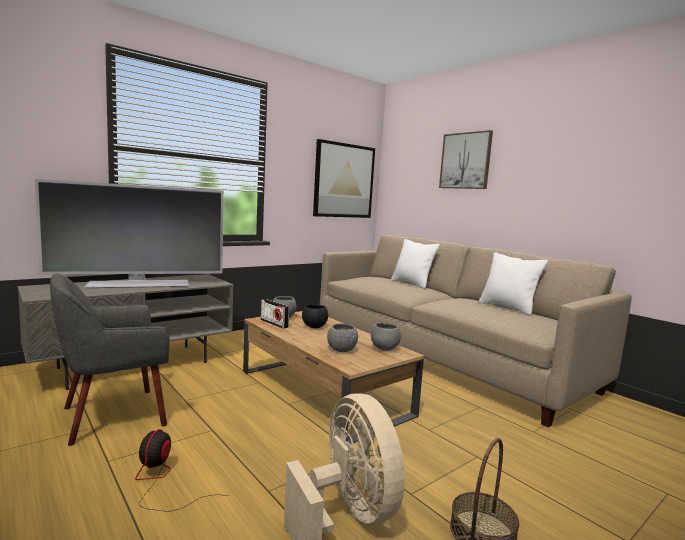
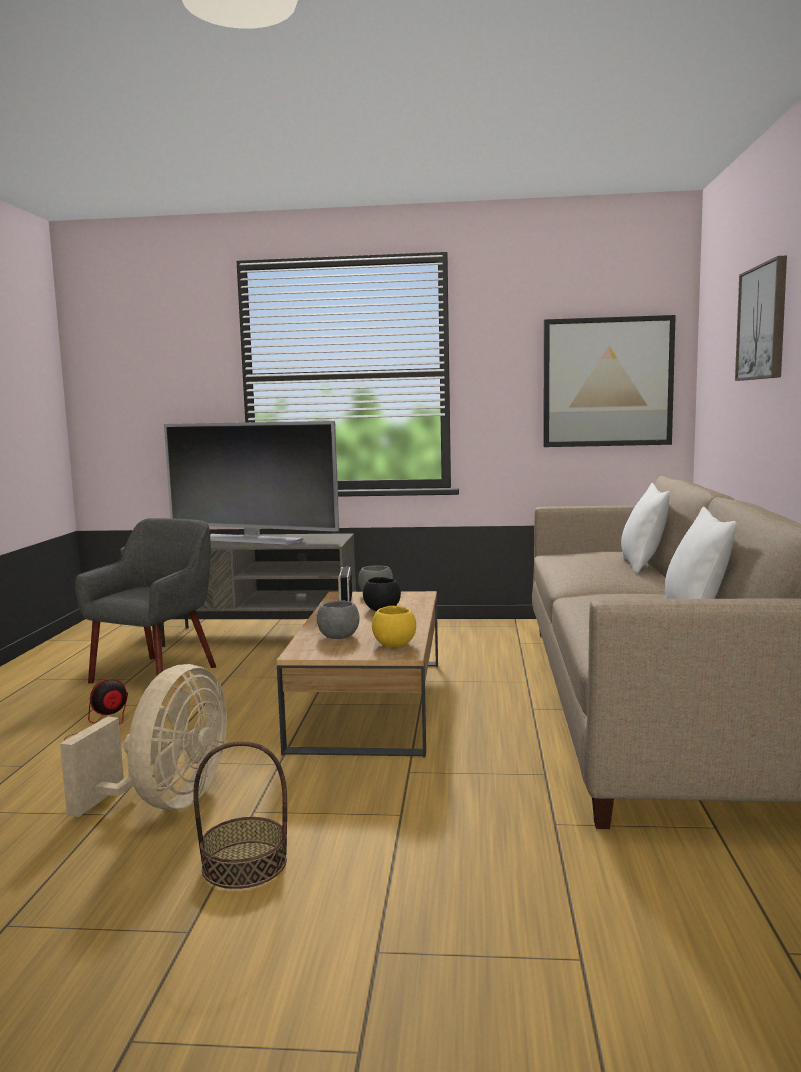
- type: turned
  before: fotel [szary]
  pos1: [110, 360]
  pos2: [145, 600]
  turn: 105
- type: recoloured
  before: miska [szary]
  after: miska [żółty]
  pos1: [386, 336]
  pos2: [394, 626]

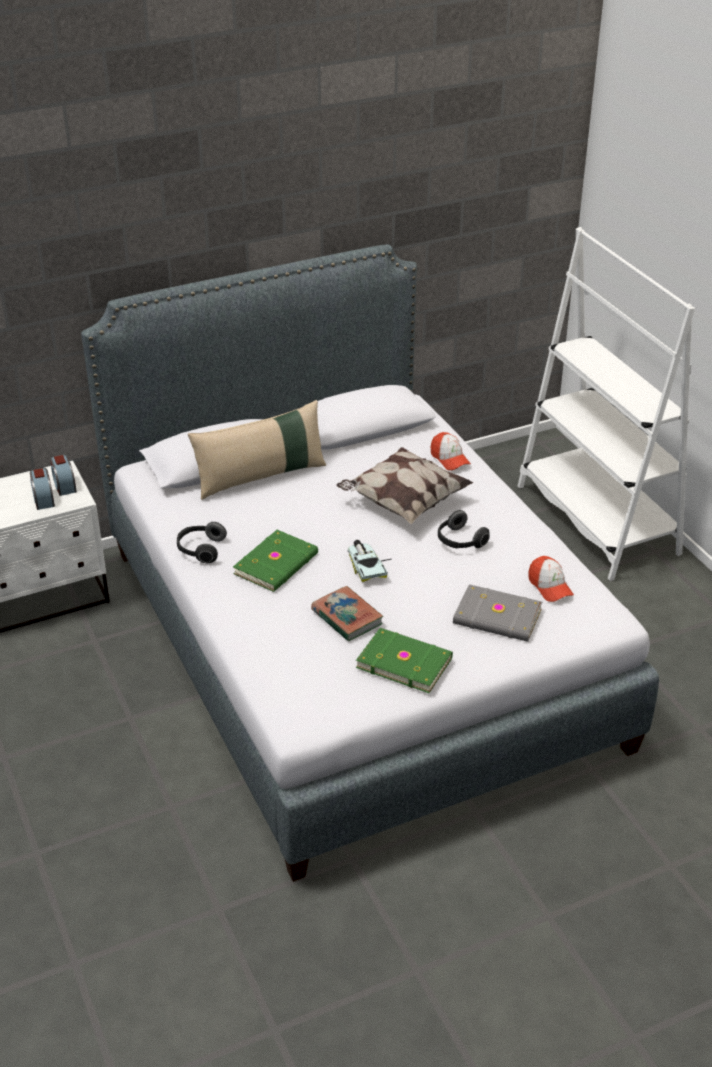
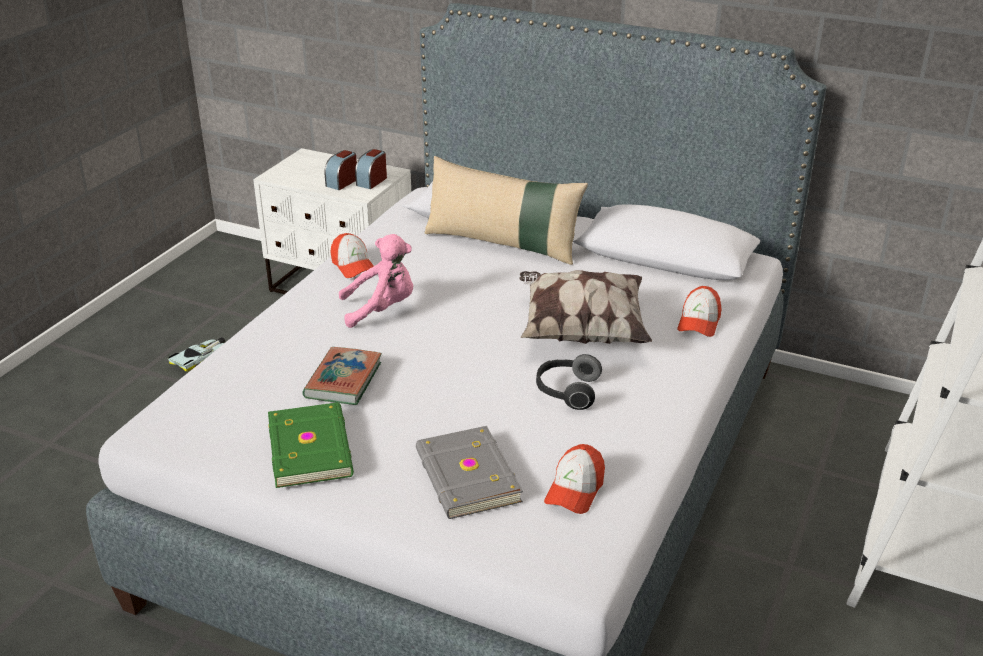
- type: moved
  before: samochodzik
  pos1: [369, 561]
  pos2: [196, 354]
- type: replaced
  before: słuchawki
  after: czapka z daszkiem
  pos1: [202, 542]
  pos2: [352, 255]
- type: replaced
  before: książka [zielony]
  after: pluszak [różowy]
  pos1: [275, 561]
  pos2: [376, 281]

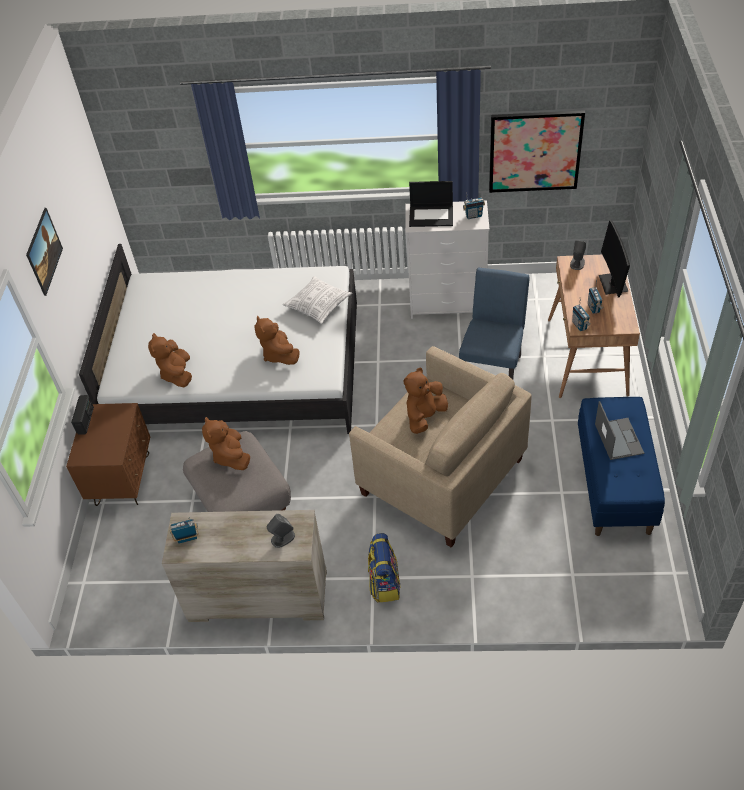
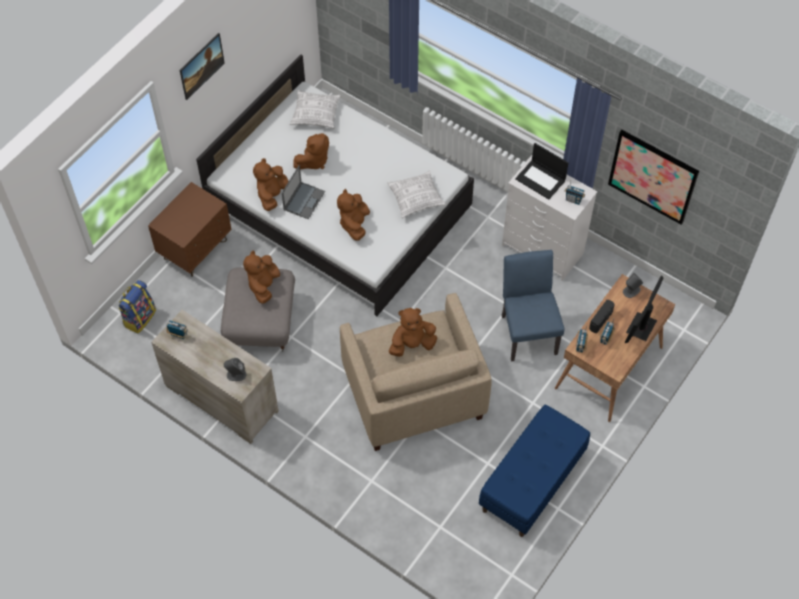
- type: moved
  before: plecak
  pos1: [384, 567]
  pos2: [137, 306]
- type: moved
  before: laptop
  pos1: [619, 430]
  pos2: [303, 192]
- type: added
  after: poduszka
  pos2: [315, 109]
- type: added
  after: pluszak [brązowy]
  pos2: [311, 151]
- type: turned
  before: krzesło [niebieski]
  pos1: [494, 324]
  pos2: [532, 306]
  turn: -60
- type: moved
  before: radio
  pos1: [82, 415]
  pos2: [602, 316]

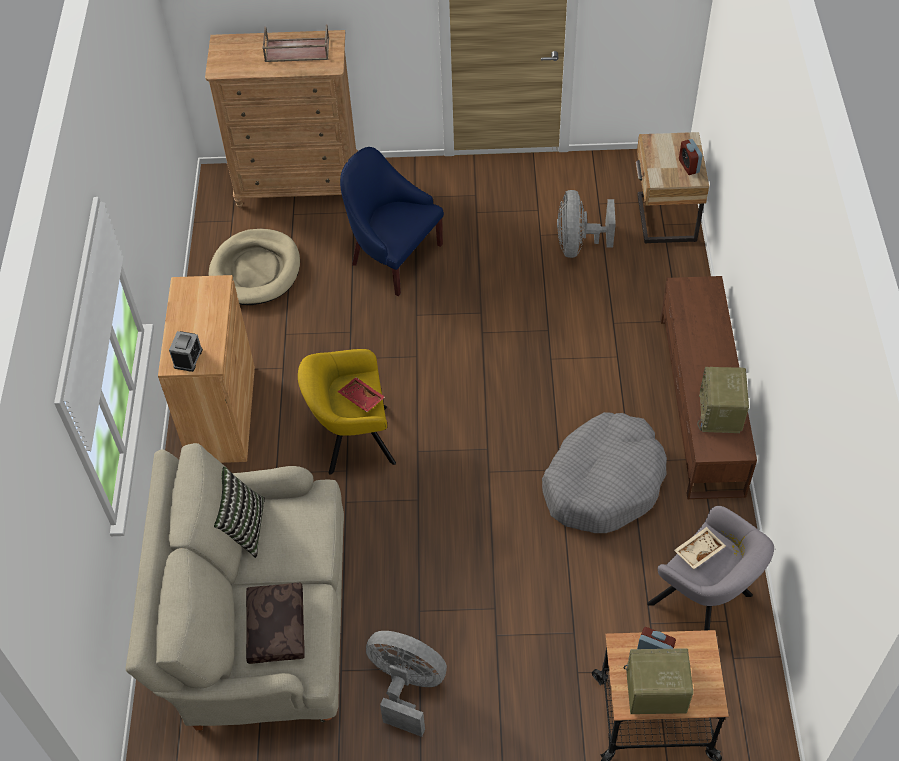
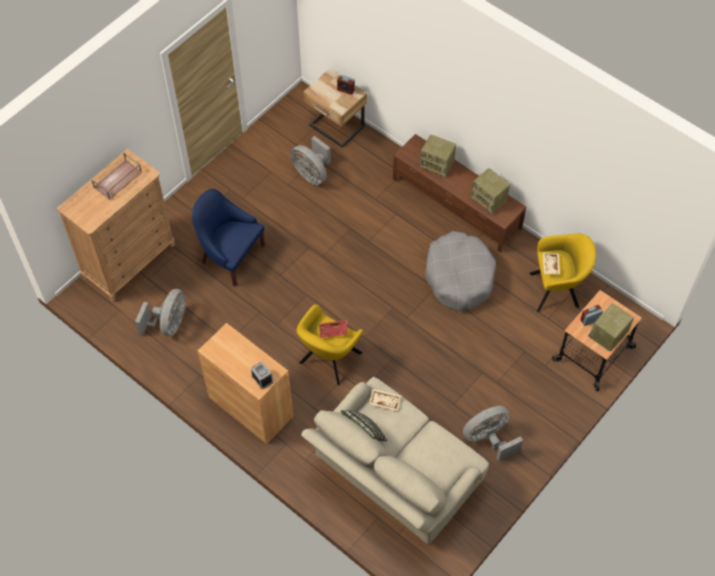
- type: replaced
  before: legowisko [beżowy]
  after: wentylator [szary]
  pos1: [254, 267]
  pos2: [160, 312]
- type: turned
  before: fotel [niebieski]
  pos1: [392, 221]
  pos2: [228, 238]
  turn: 45
- type: added
  after: taca [beżowy]
  pos2: [385, 400]
- type: added
  after: radio
  pos2: [438, 155]
- type: recoloured
  before: fotel [szary]
  after: fotel [żółty]
  pos1: [710, 568]
  pos2: [562, 273]
- type: removed
  before: poduszka [brązowy]
  pos1: [275, 623]

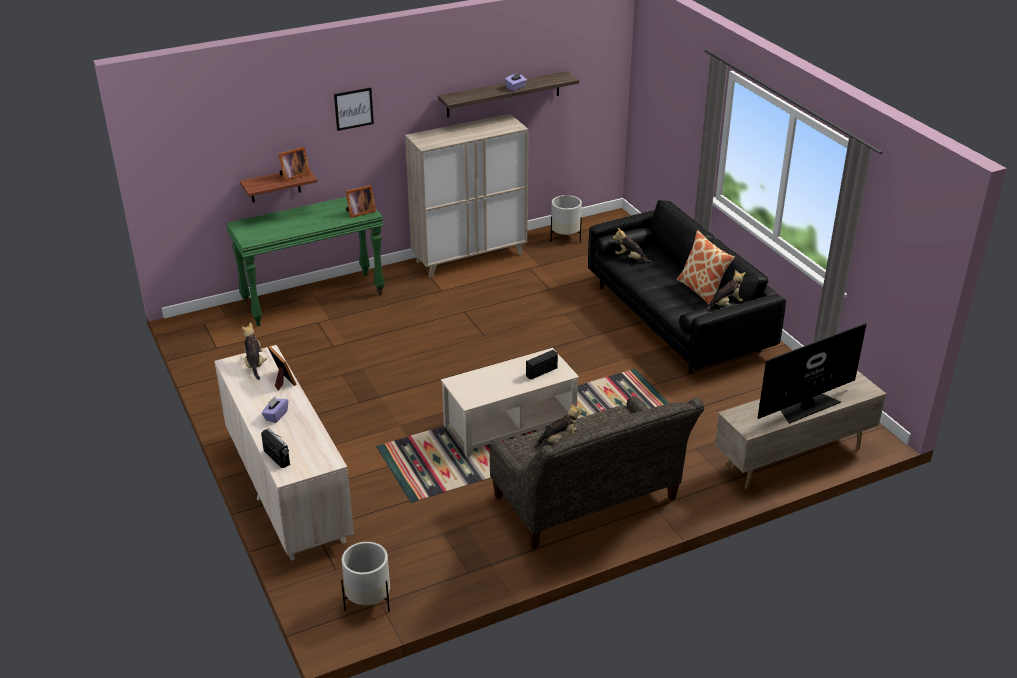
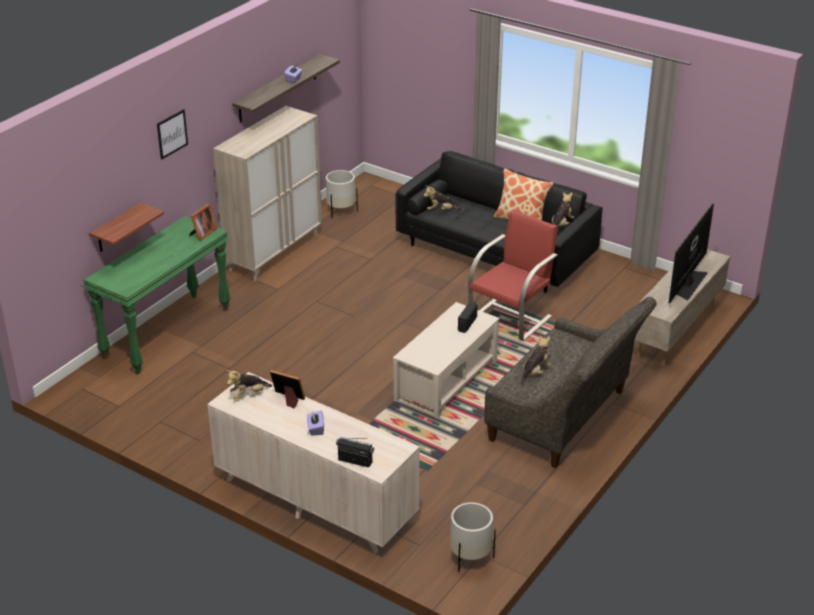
- type: turned
  before: pluszak
  pos1: [254, 351]
  pos2: [249, 384]
  turn: -75
- type: added
  after: fotel [czerwony]
  pos2: [513, 275]
- type: removed
  before: ramka na zdjęcie
  pos1: [294, 164]

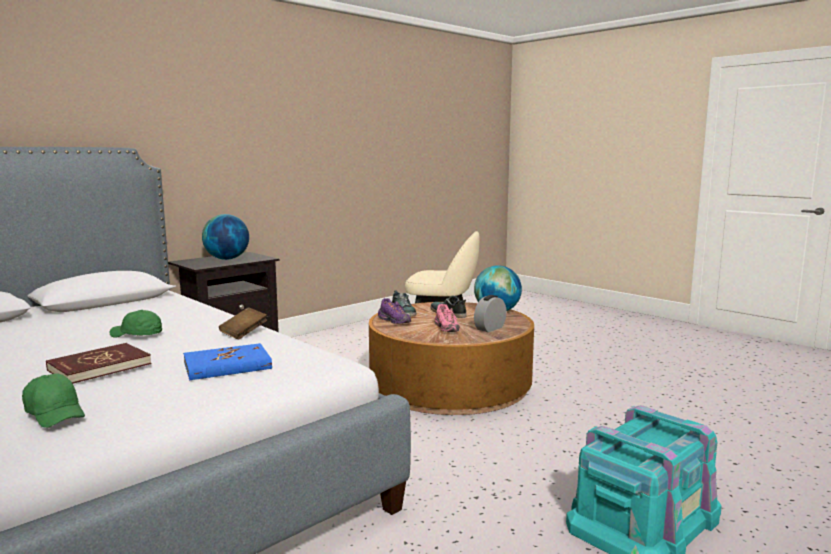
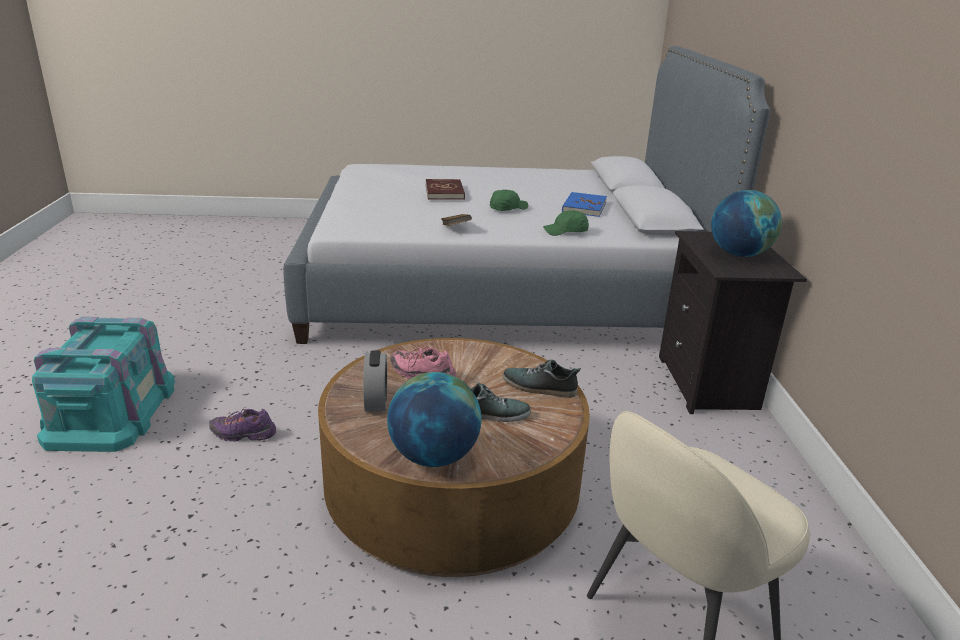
- type: moved
  before: but [fioletowy]
  pos1: [394, 311]
  pos2: [242, 425]
- type: moved
  before: czapka z daszkiem [zielony]
  pos1: [53, 400]
  pos2: [566, 223]
- type: moved
  before: książka [niebieski]
  pos1: [227, 361]
  pos2: [584, 204]

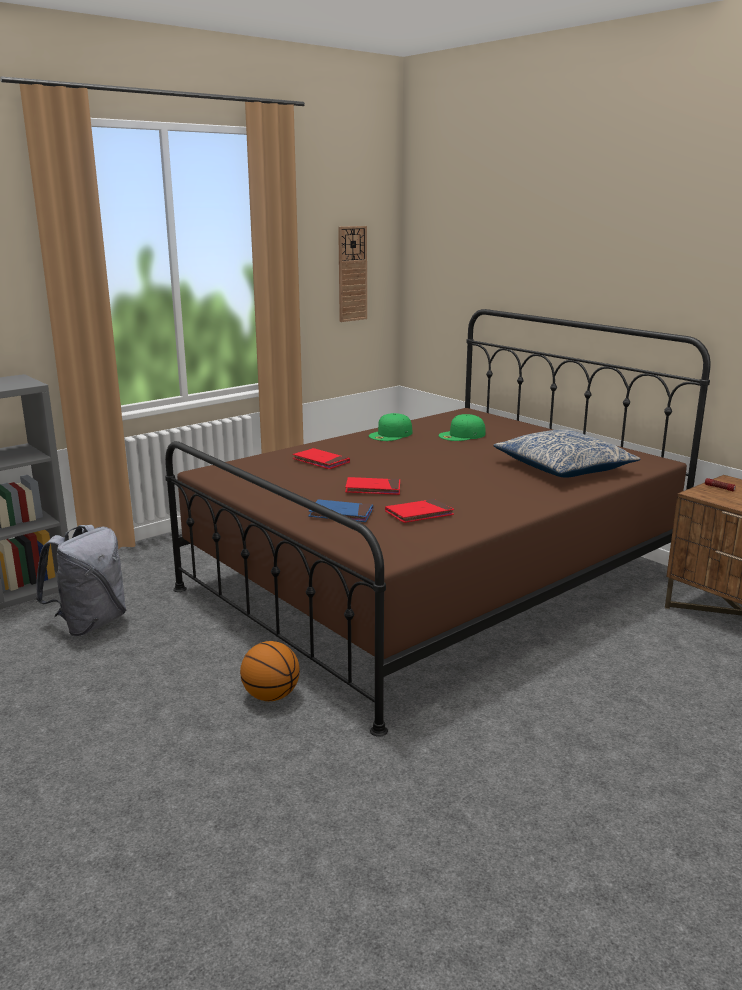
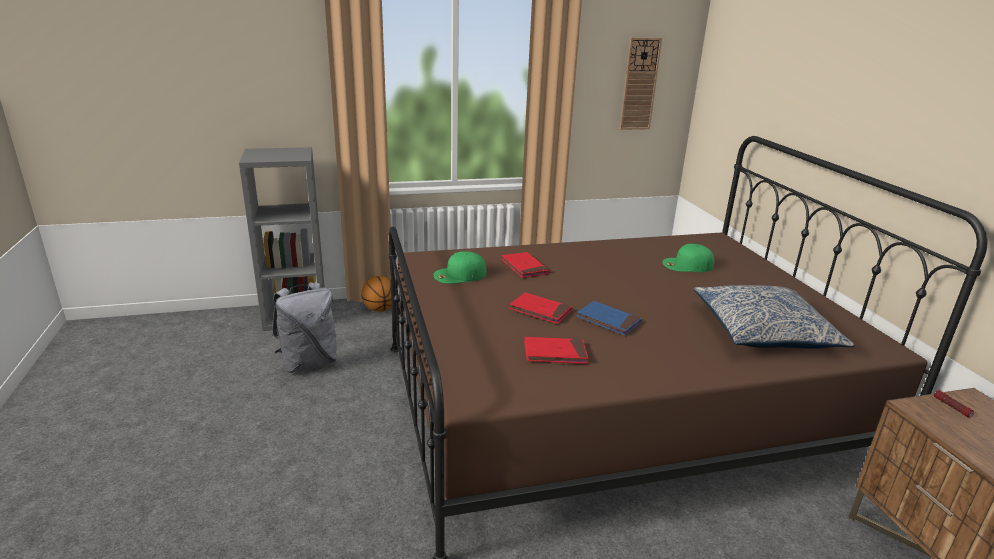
- type: moved
  before: piłka do koszykówki
  pos1: [270, 671]
  pos2: [376, 294]
- type: moved
  before: czapka z daszkiem [zielony]
  pos1: [390, 427]
  pos2: [459, 267]
- type: moved
  before: książka [niebieski]
  pos1: [340, 510]
  pos2: [609, 318]

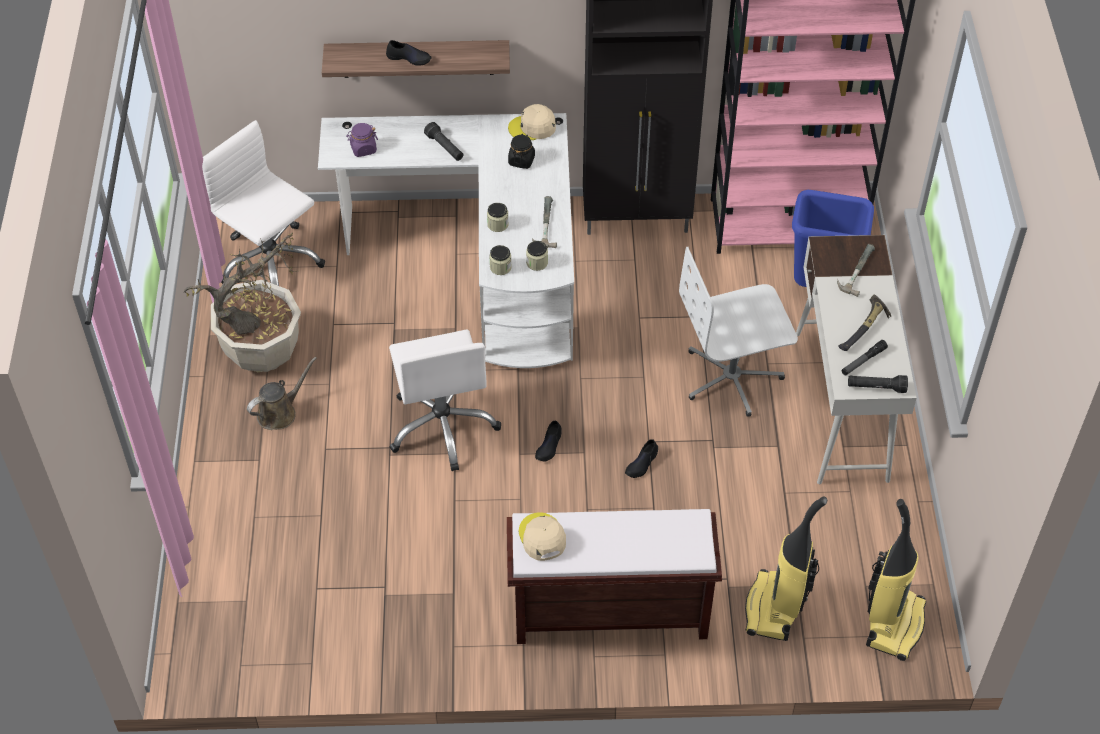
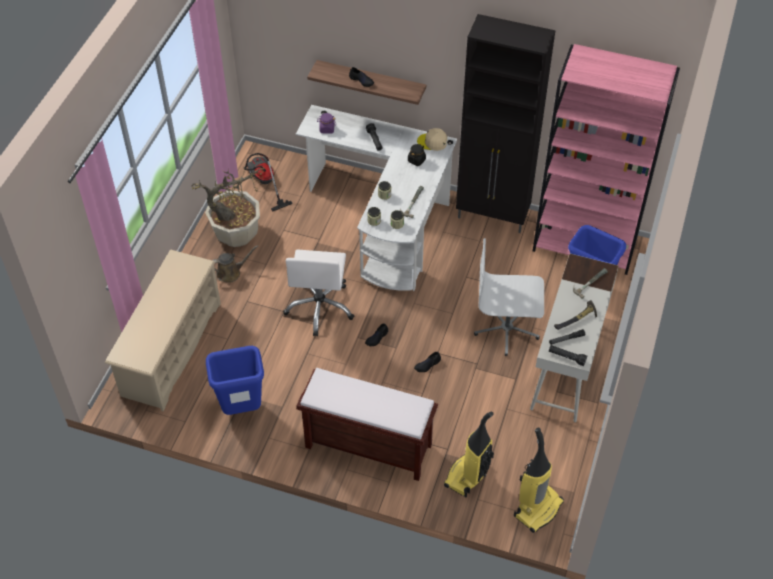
- type: added
  after: regał na buty [beżowy]
  pos2: [163, 330]
- type: added
  after: kosz na śmieci [niebieski]
  pos2: [235, 380]
- type: replaced
  before: krzesło biurowe [biały]
  after: odkurzacz
  pos1: [263, 203]
  pos2: [268, 182]
- type: removed
  before: czapka z daszkiem [beżowy]
  pos1: [542, 536]

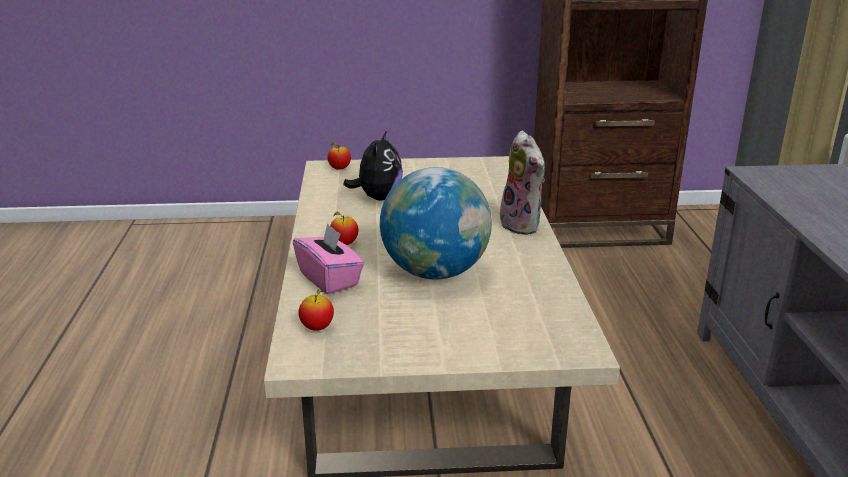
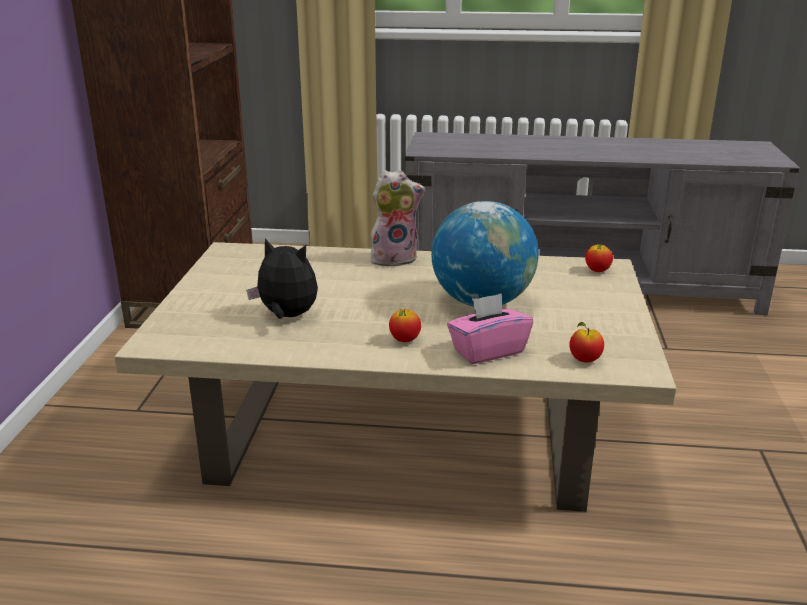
- type: moved
  before: jabłko
  pos1: [339, 156]
  pos2: [599, 257]

